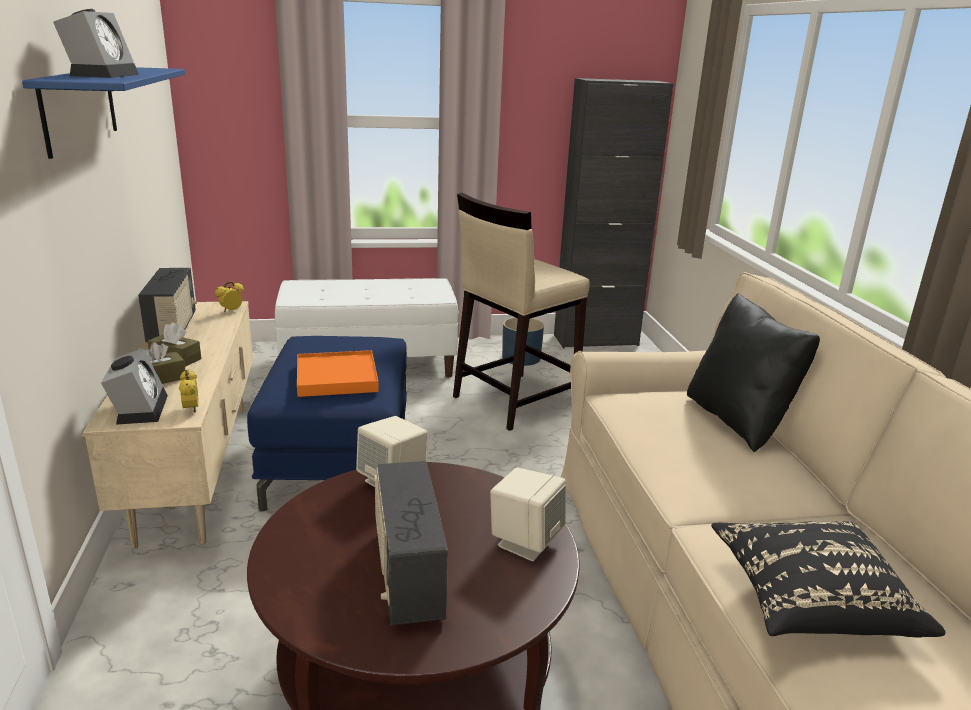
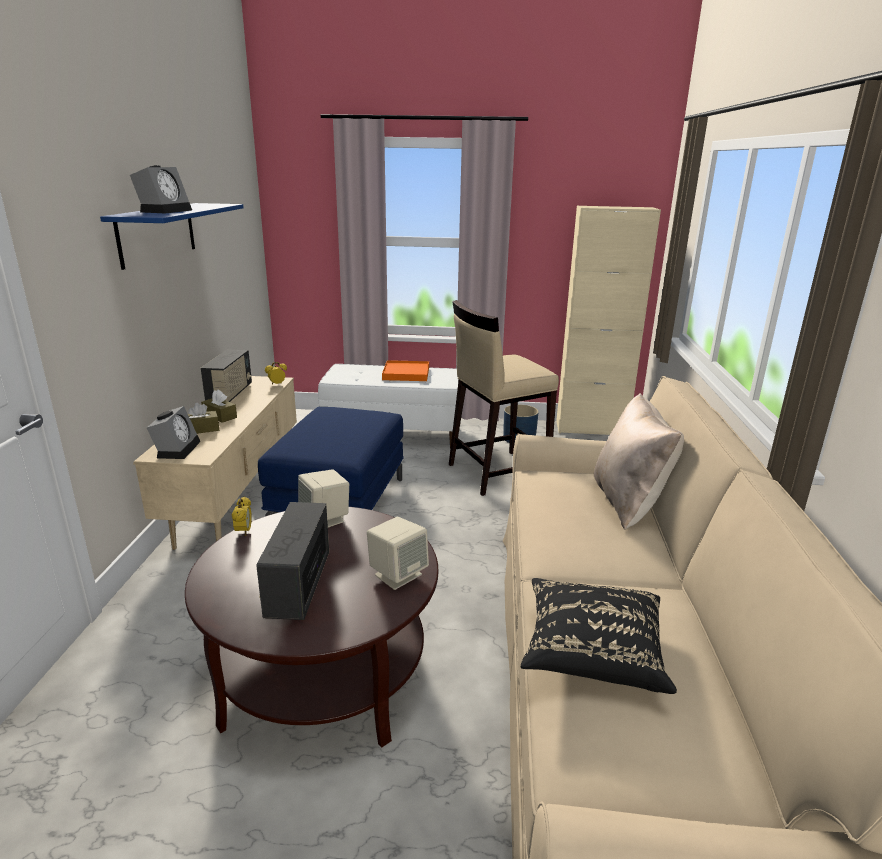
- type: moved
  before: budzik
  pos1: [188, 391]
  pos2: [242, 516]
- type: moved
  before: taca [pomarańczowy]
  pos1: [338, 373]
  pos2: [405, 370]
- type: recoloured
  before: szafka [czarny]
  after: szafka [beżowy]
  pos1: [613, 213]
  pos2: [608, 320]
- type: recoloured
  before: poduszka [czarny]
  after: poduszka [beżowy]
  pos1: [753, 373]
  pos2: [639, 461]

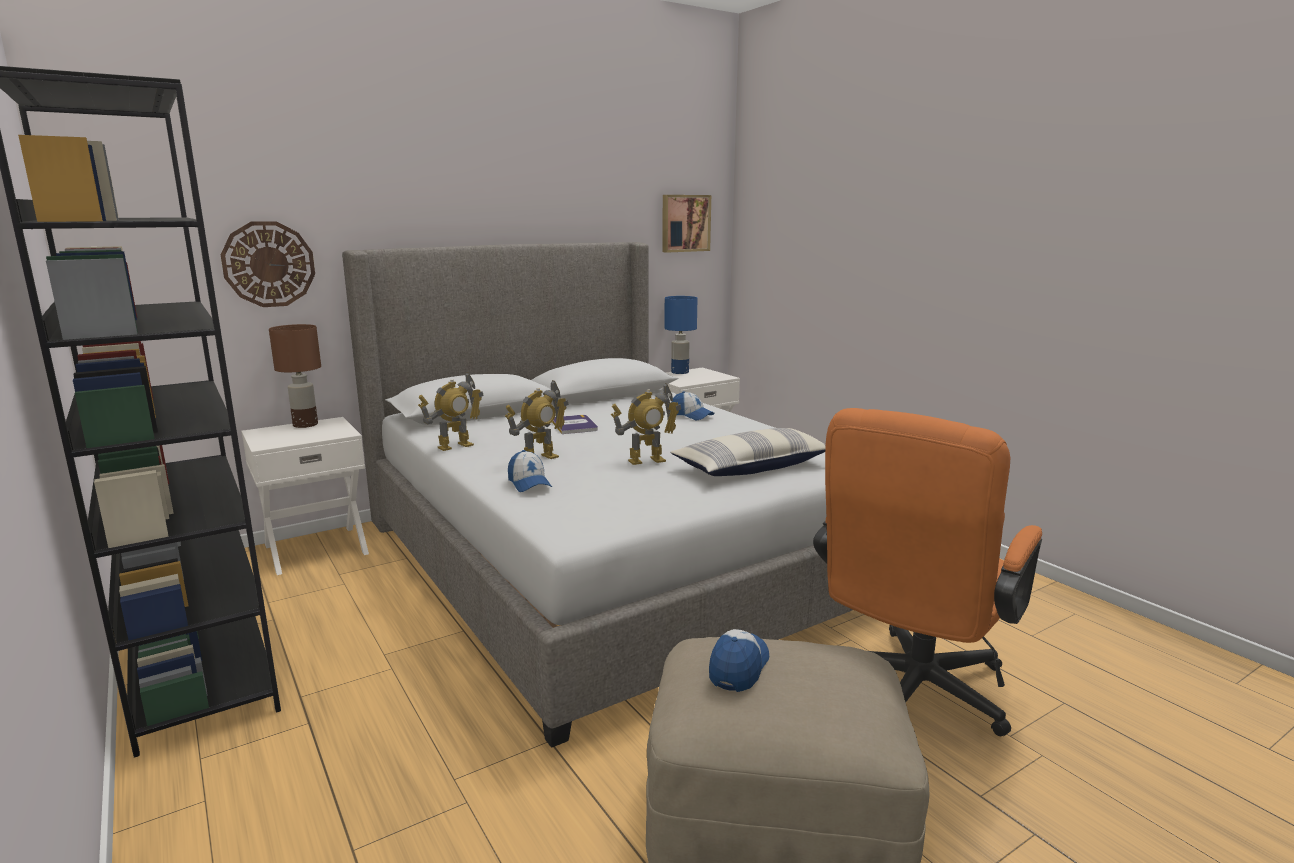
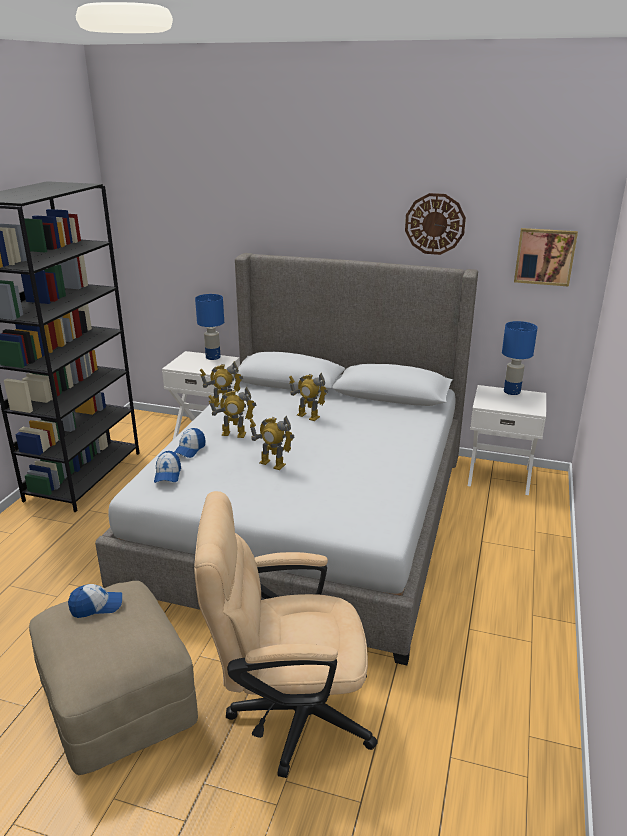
- type: moved
  before: czapka z daszkiem
  pos1: [693, 405]
  pos2: [167, 467]
- type: recoloured
  before: krzesło biurowe [pomarańczowy]
  after: krzesło biurowe [beżowy]
  pos1: [927, 572]
  pos2: [286, 634]
- type: recoloured
  before: lampa stołowa [brązowy]
  after: lampa stołowa [niebieski]
  pos1: [295, 376]
  pos2: [209, 327]
- type: replaced
  before: książka
  after: robot zabawkowy
  pos1: [575, 424]
  pos2: [308, 397]
- type: moved
  before: zegar ścienny
  pos1: [267, 264]
  pos2: [435, 224]
- type: removed
  before: poduszka
  pos1: [748, 452]

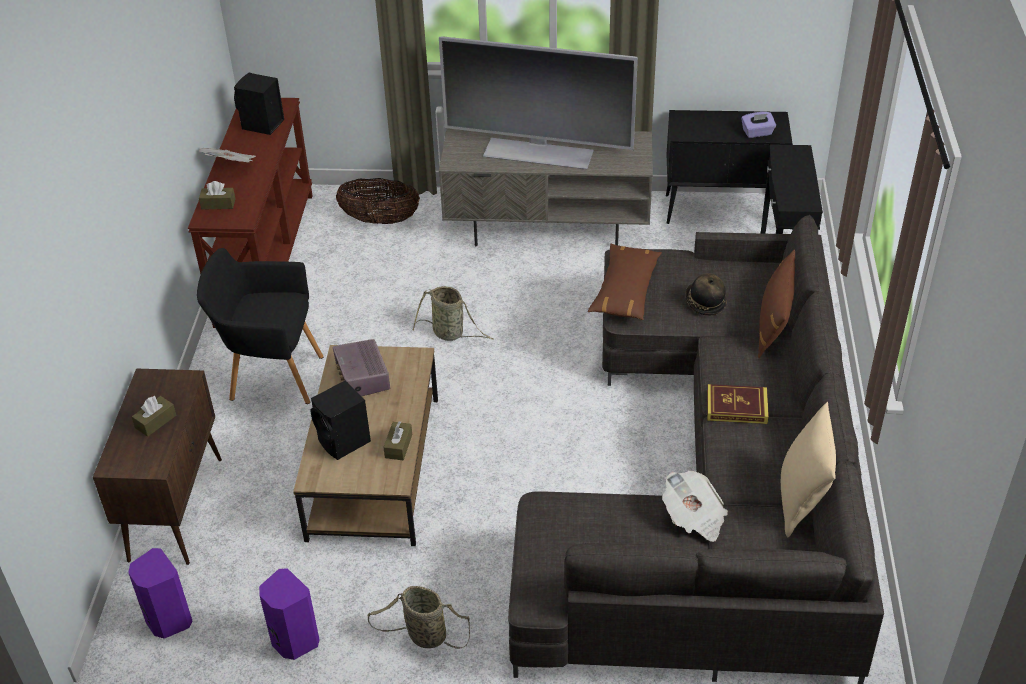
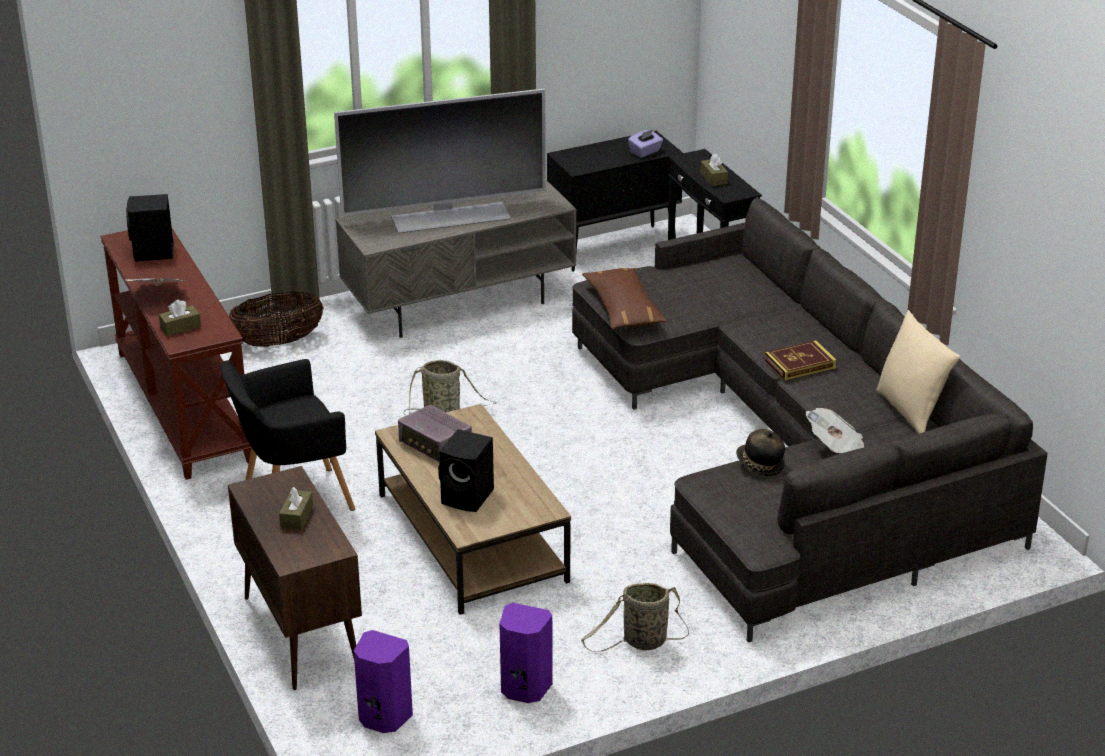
- type: moved
  before: pudełko chusteczek [brązowy]
  pos1: [397, 441]
  pos2: [714, 170]
- type: moved
  before: kapelusz
  pos1: [706, 294]
  pos2: [760, 452]
- type: removed
  before: poduszka [brązowy]
  pos1: [776, 303]

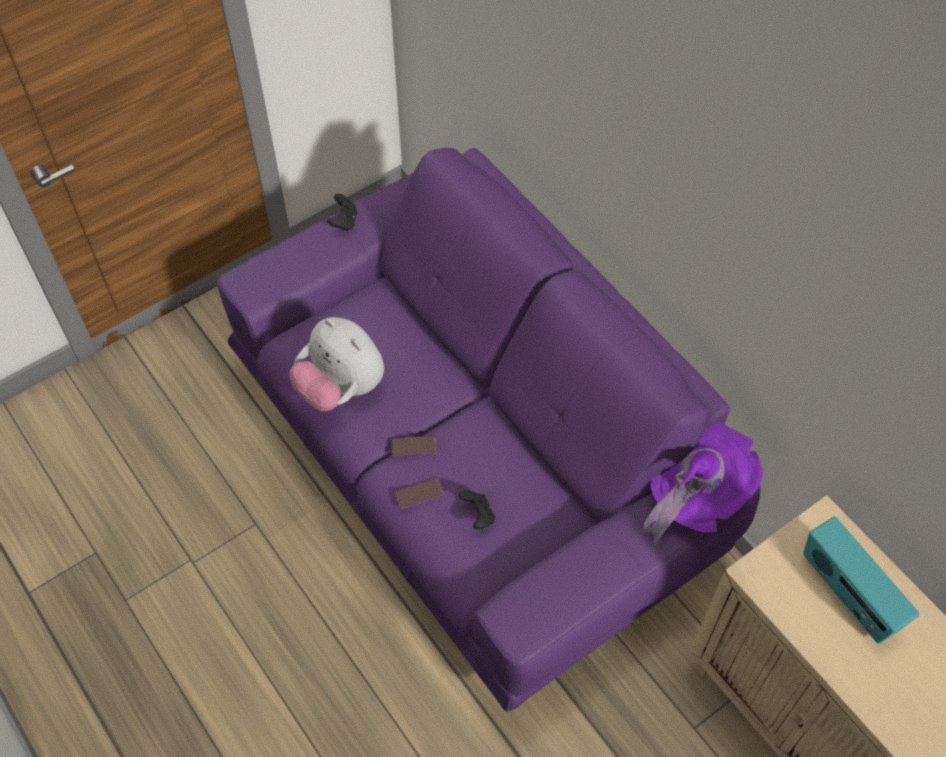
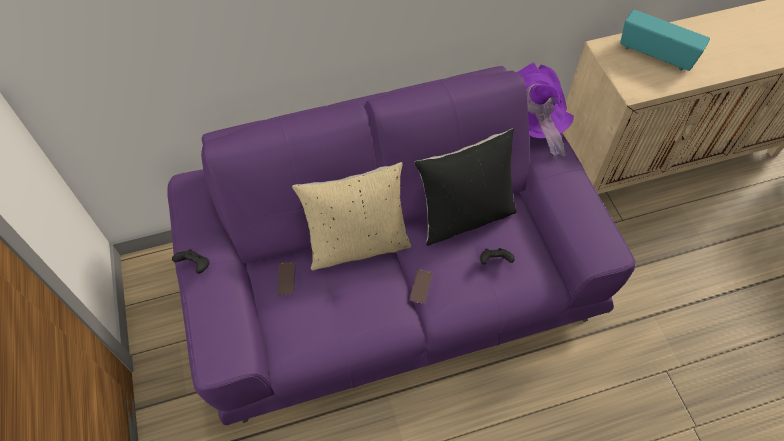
- type: moved
  before: telefon
  pos1: [419, 494]
  pos2: [286, 278]
- type: added
  after: poduszka [beżowy]
  pos2: [351, 216]
- type: added
  after: poduszka [czarny]
  pos2: [465, 187]
- type: turned
  before: radio
  pos1: [861, 580]
  pos2: [665, 40]
  turn: -135
- type: removed
  before: pluszak
  pos1: [337, 364]

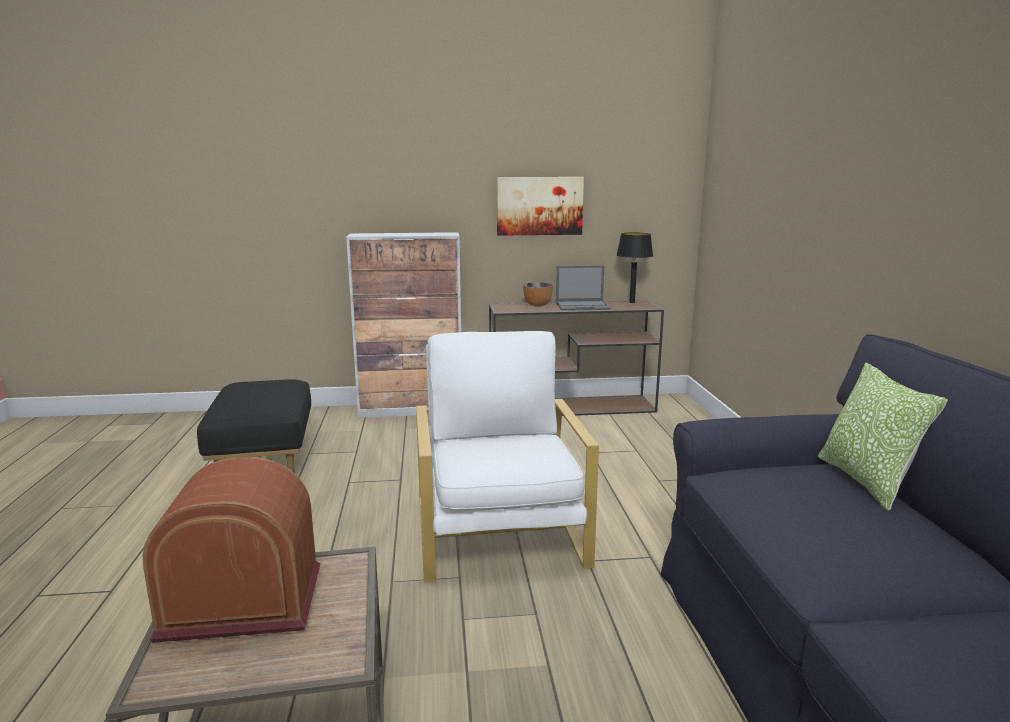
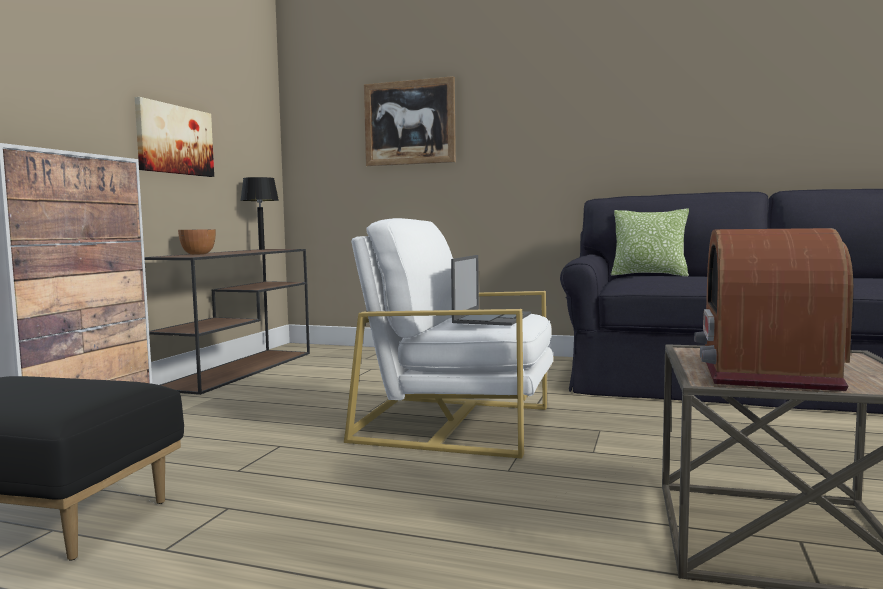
- type: added
  after: obraz
  pos2: [410, 121]
- type: moved
  before: laptop
  pos1: [583, 288]
  pos2: [491, 290]

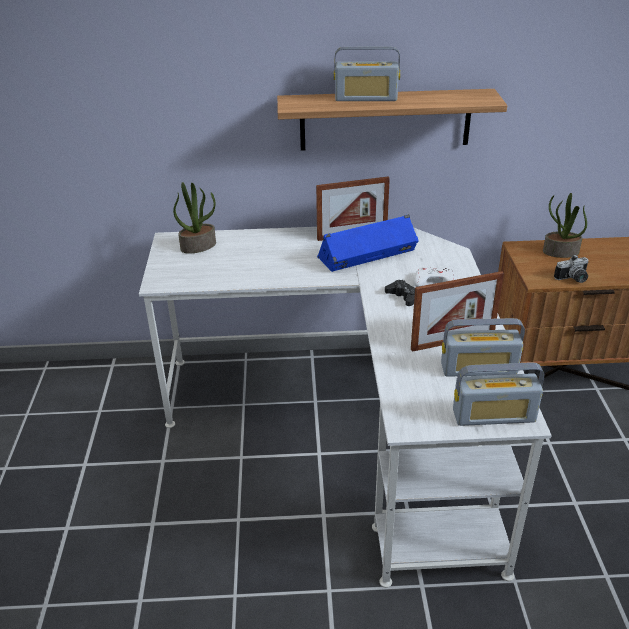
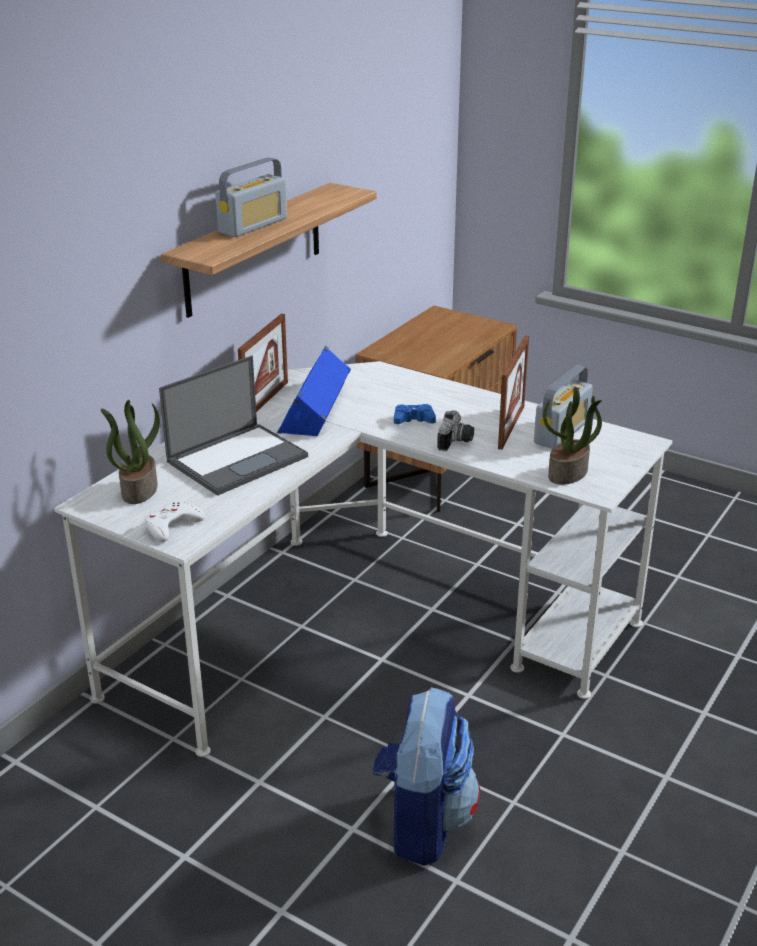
- type: moved
  before: pad do gier [biały]
  pos1: [435, 276]
  pos2: [175, 521]
- type: added
  after: laptop
  pos2: [233, 426]
- type: added
  after: plecak
  pos2: [426, 776]
- type: recoloured
  before: pad do gier [czarny]
  after: pad do gier [niebieski]
  pos1: [400, 293]
  pos2: [415, 414]
- type: moved
  before: aparat fotograficzny
  pos1: [571, 269]
  pos2: [455, 430]
- type: moved
  before: roślina doniczkowa
  pos1: [565, 225]
  pos2: [572, 436]
- type: removed
  before: radio
  pos1: [498, 394]

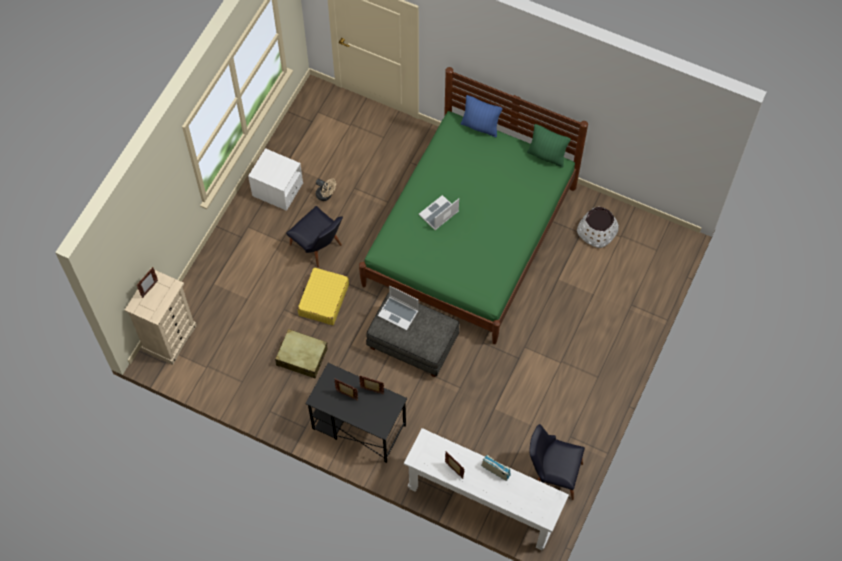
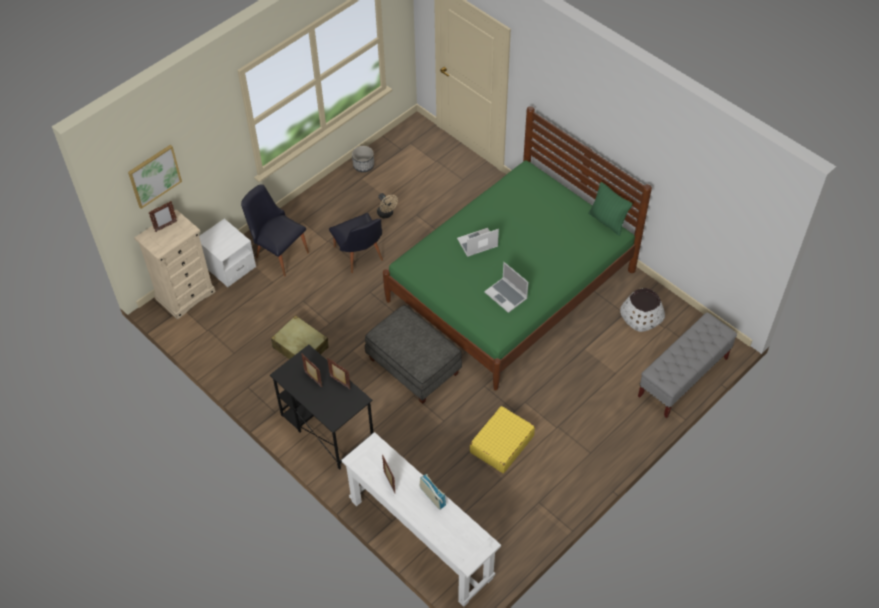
- type: added
  after: obraz
  pos2: [155, 177]
- type: moved
  before: szafka nocna [biały]
  pos1: [275, 179]
  pos2: [227, 253]
- type: moved
  before: krzesło [czarny]
  pos1: [557, 462]
  pos2: [275, 230]
- type: added
  after: donica
  pos2: [363, 159]
- type: moved
  before: walizka [żółty]
  pos1: [323, 296]
  pos2: [502, 439]
- type: moved
  before: laptop
  pos1: [398, 307]
  pos2: [506, 287]
- type: added
  after: ławka [szary]
  pos2: [687, 365]
- type: removed
  before: poduszka [niebieski]
  pos1: [481, 116]

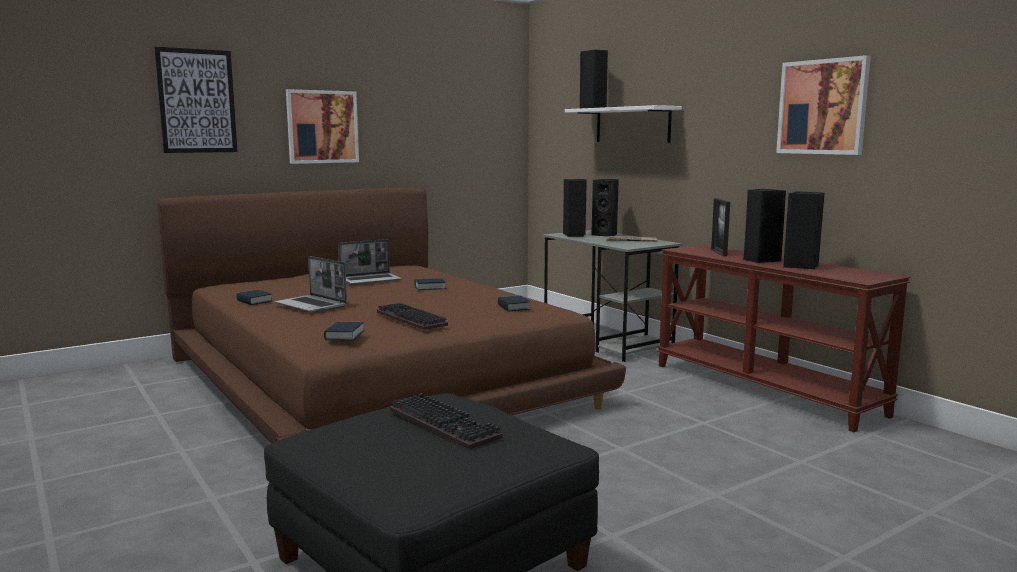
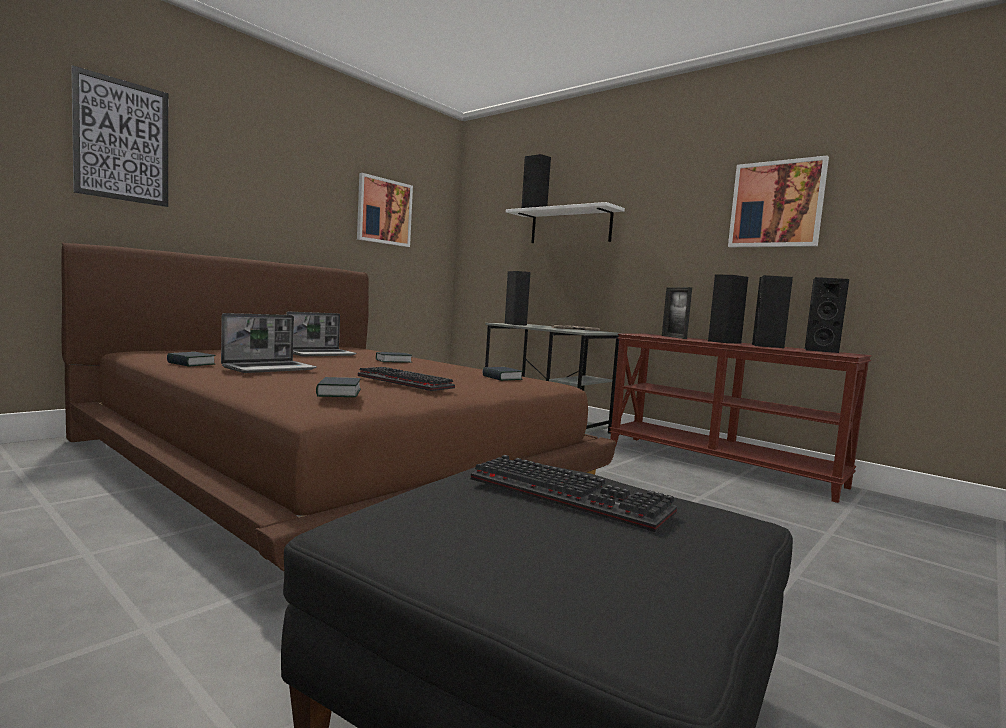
- type: turned
  before: laptop
  pos1: [311, 284]
  pos2: [269, 343]
  turn: -75
- type: moved
  before: obraz
  pos1: [322, 126]
  pos2: [385, 210]
- type: moved
  before: głośnik [czarny]
  pos1: [605, 207]
  pos2: [827, 315]

